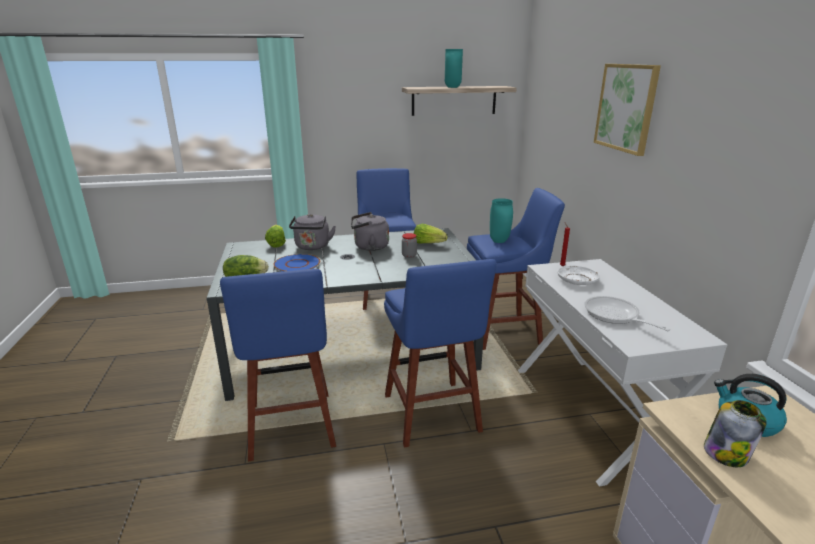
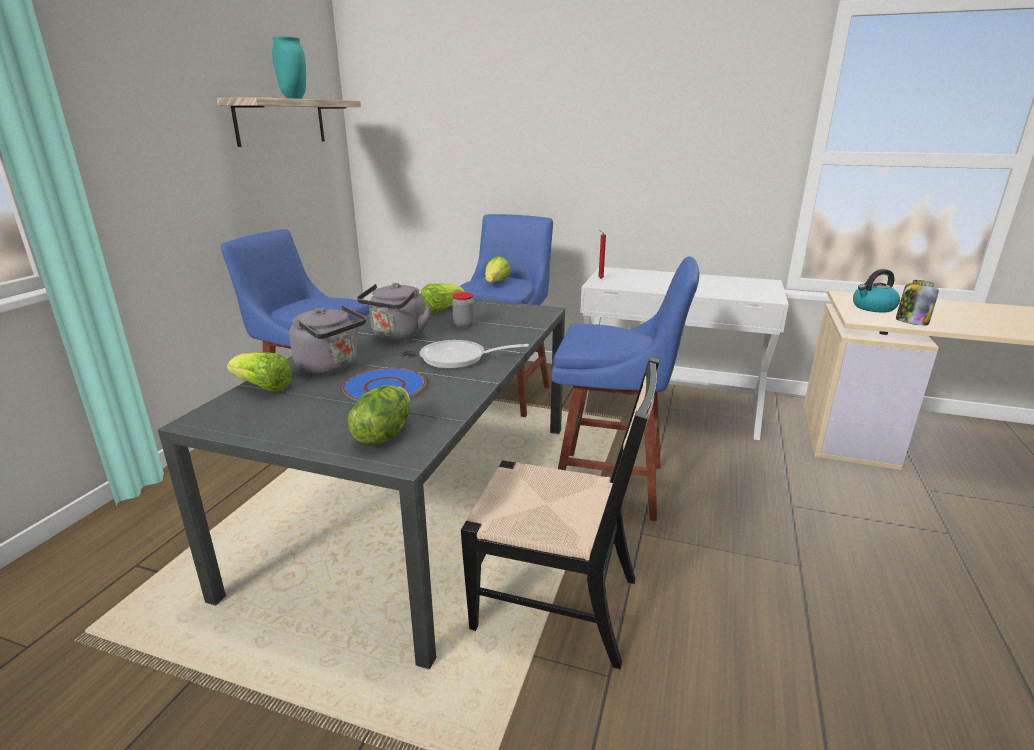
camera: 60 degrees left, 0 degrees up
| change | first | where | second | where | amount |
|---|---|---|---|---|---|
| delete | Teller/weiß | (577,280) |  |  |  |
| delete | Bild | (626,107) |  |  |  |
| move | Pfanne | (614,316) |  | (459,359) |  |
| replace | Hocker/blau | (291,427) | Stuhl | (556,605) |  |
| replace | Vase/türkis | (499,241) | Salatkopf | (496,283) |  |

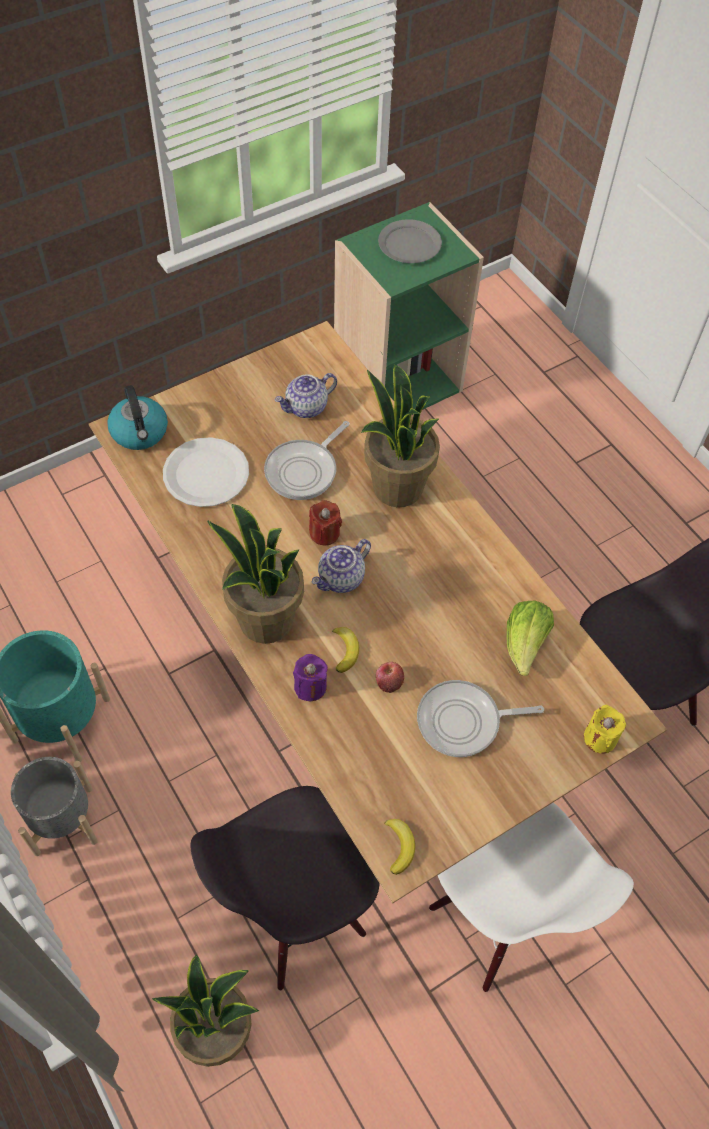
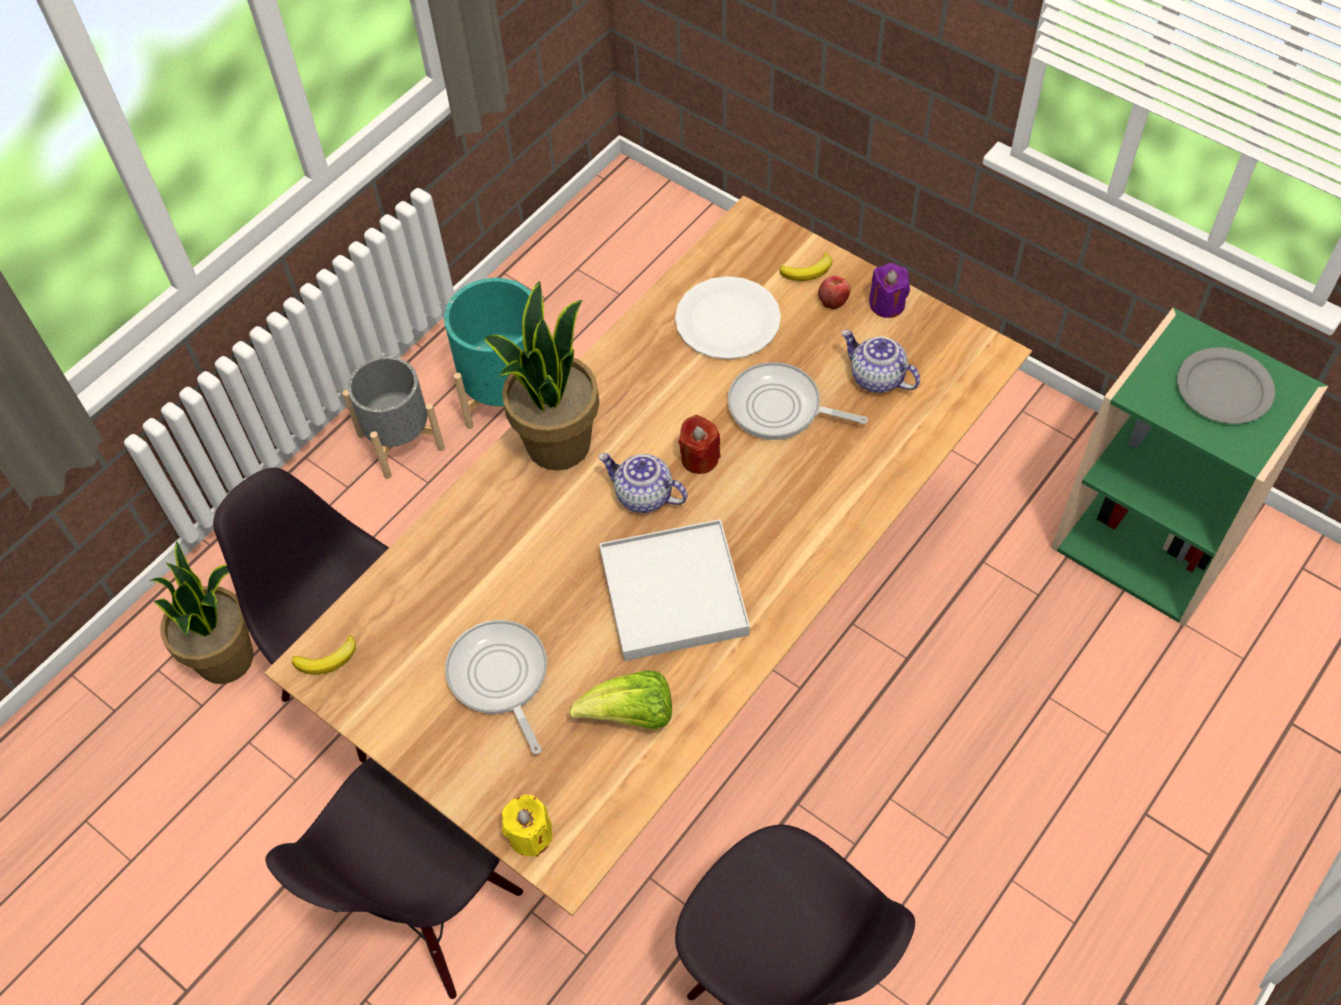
camera: 75 degrees right, 0 degrees up
| change | first | where | second | where | amount |
|---|---|---|---|---|---|
| delete | Wasserkessel | (140,432) |  |  |  |
| delete | Topfpflanze | (396,487) |  |  |  |
| insert |  |  | Tablett/weiß | (674,593) |  |
| move | Kerze/lila | (310,686) |  | (887,304) |  |
| move | Banane | (345,650) |  | (808,271) |  |
| move | Apfel | (389,682) |  | (833,300) |  |
| recolor | Stuhl/weiß | (504,914) | Stuhl/schwarz | (429,905) |  |

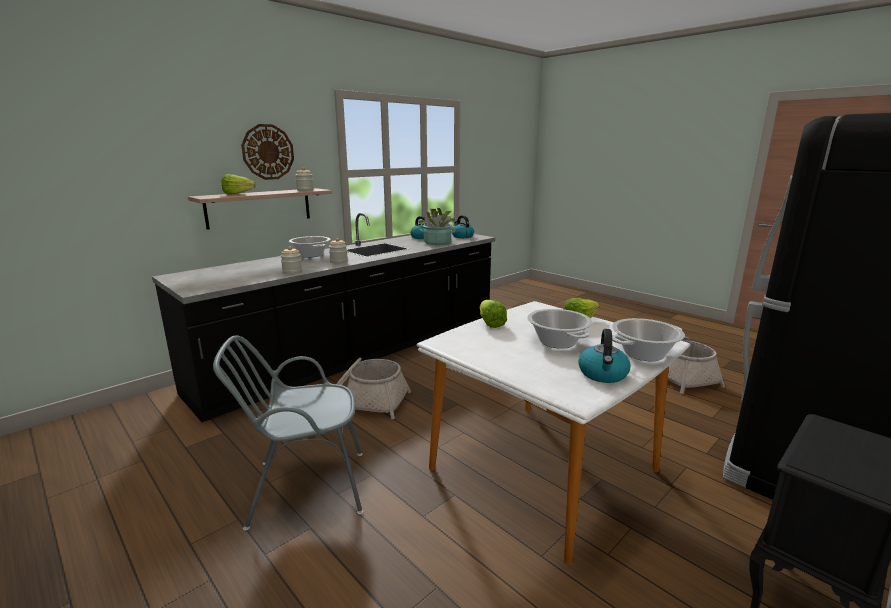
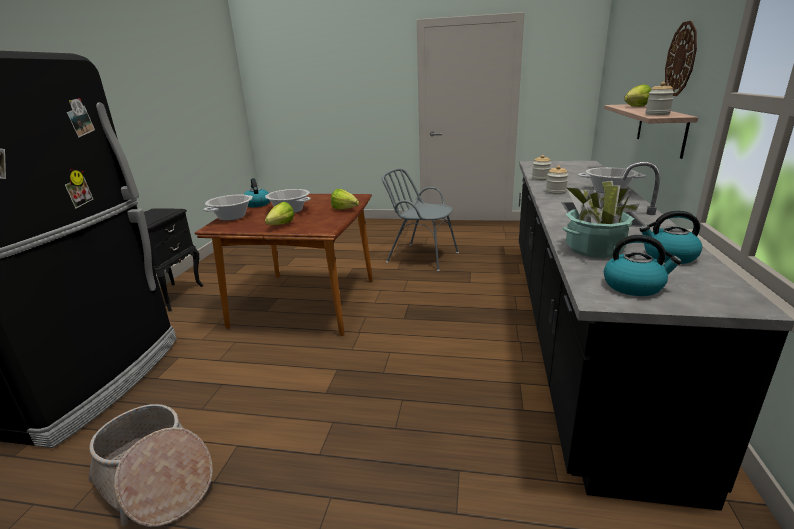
camera: 145 degrees right, 5 degrees up
| change | first | where | second | where | amount |
|---|---|---|---|---|---|
| delete | Korb | (367,401) |  |  |  |
| recolor | Esstisch/weiß | (544,469) | Esstisch/braun | (305,303) |  |
| rotate | Stuhl/grau | (303,487) |  | (420,256) | 105 degrees counterclockwise |

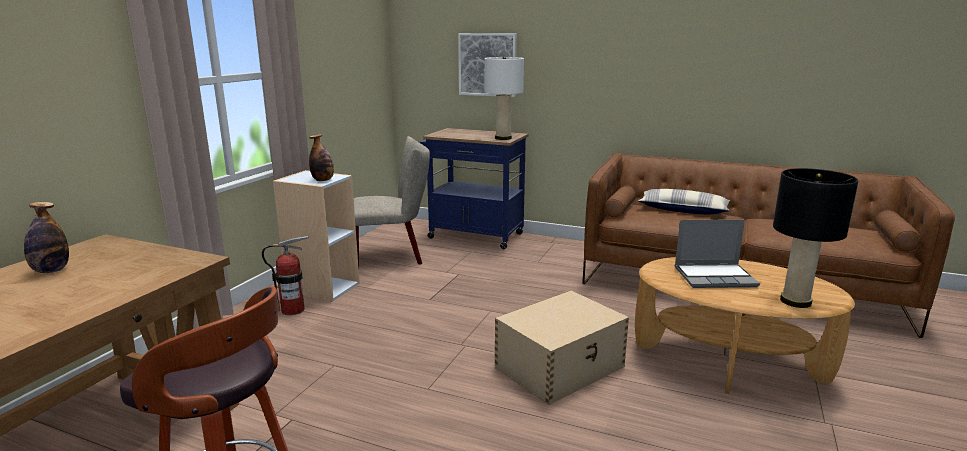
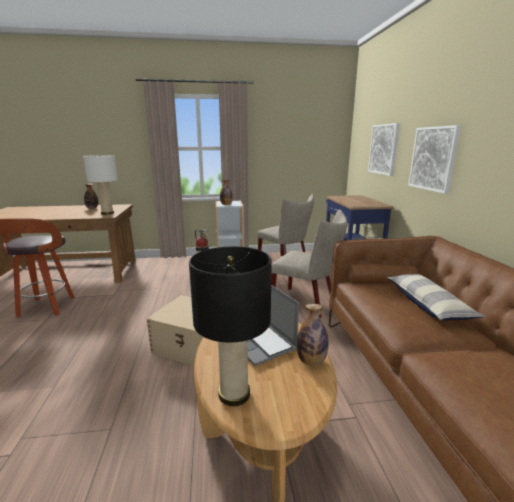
camera: 60 degrees right, 0 degrees up
| change | first | where | second | where | amount |
|---|---|---|---|---|---|
| insert |  |  | Stuhl/beige | (307,303) |  |
| insert |  |  | Flasche | (311,361) |  |
| insert |  |  | Bild | (433,158) |  |
| move | Tischlampe/weiß | (503,138) |  | (107,213) |  |

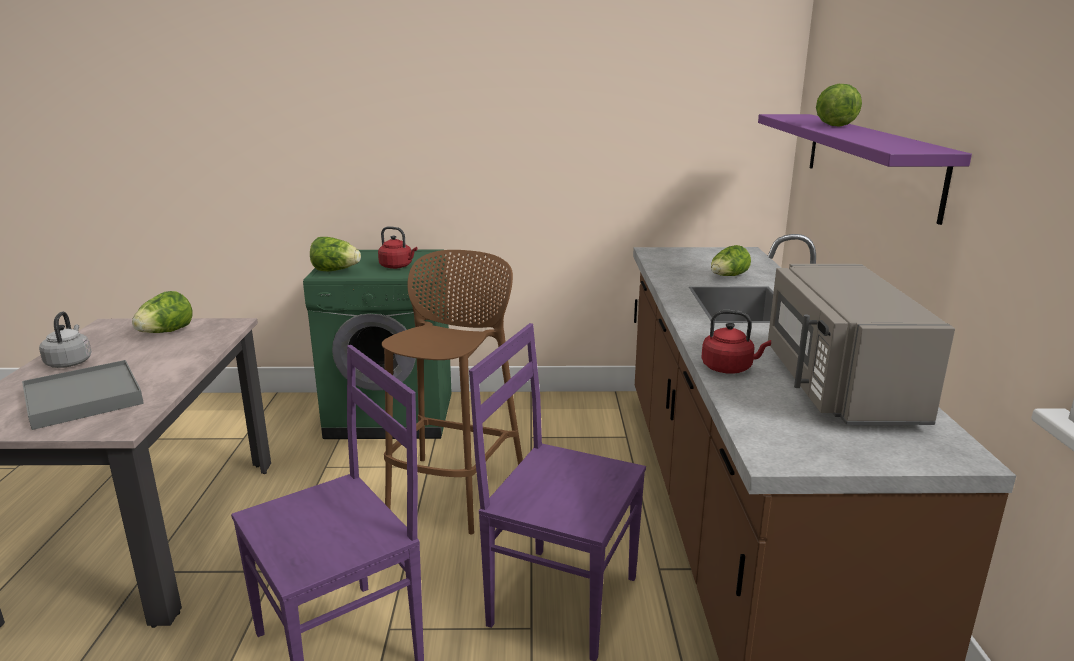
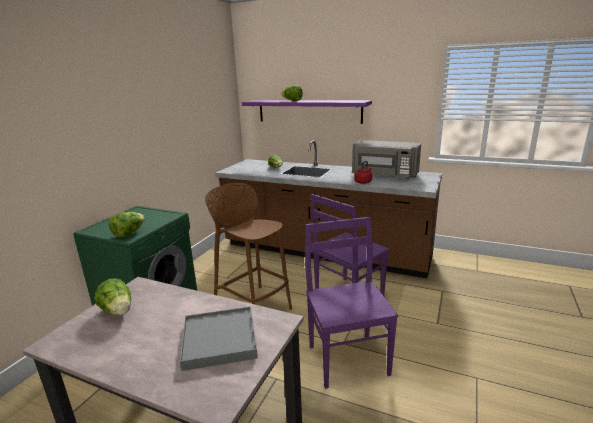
camera: 65 degrees left, 0 degrees up
| change | first | where | second | where | amount |
|---|---|---|---|---|---|
| delete | Wasserkessel/grau | (70,362) |  |  |  |
| delete | Wasserkessel/rot | (397,266) |  |  |  |

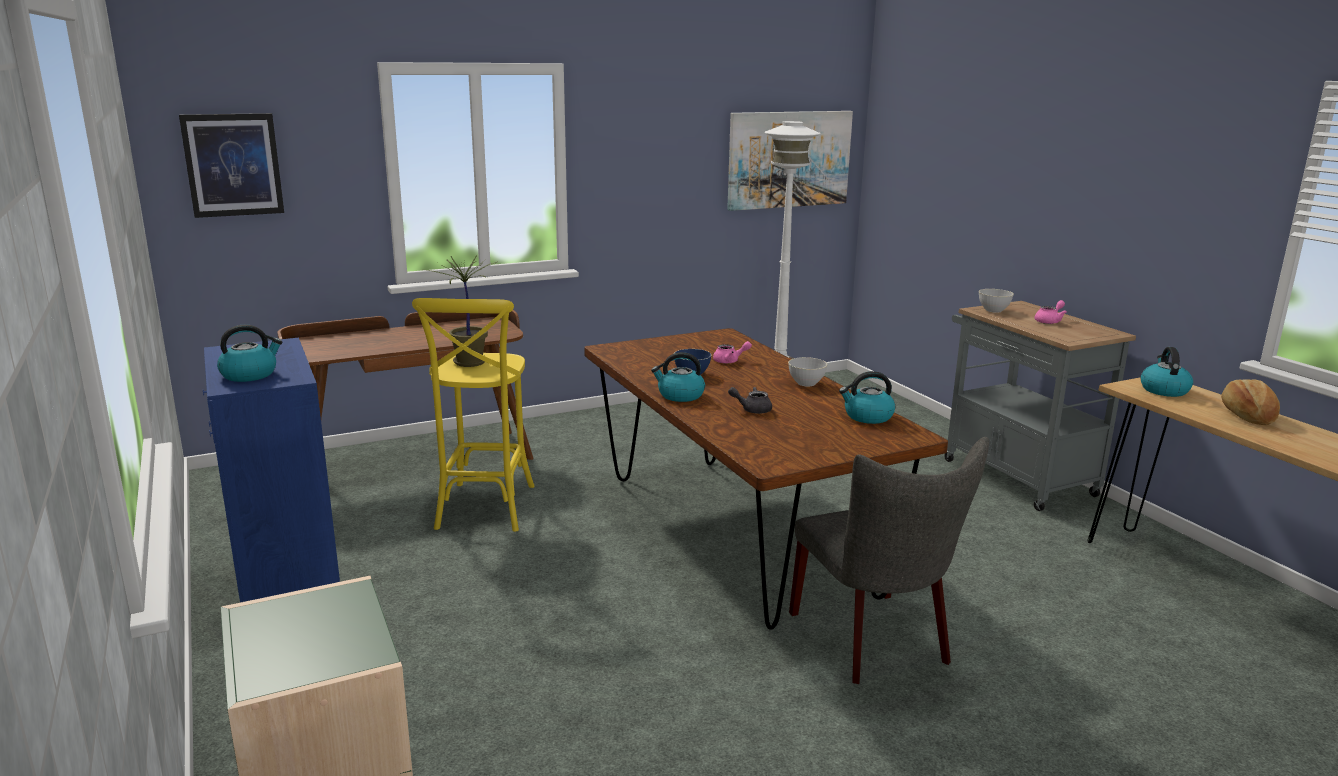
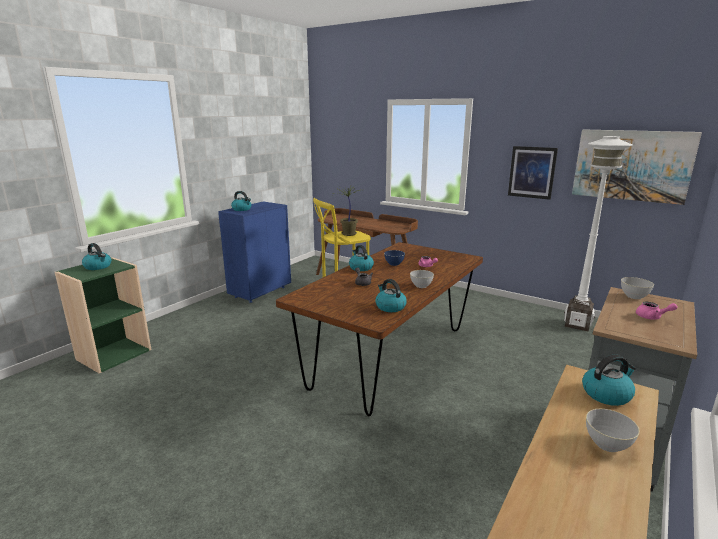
camera: 60 degrees right, 0 degrees up
| change | first | where | second | where | amount |
|---|---|---|---|---|---|
| delete | Stuhl/grau | (875,642) |  |  |  |
| insert |  |  | Wasserkessel | (98,267) |  |
| move | Bild | (233,165) |  | (532,172) |  |
| replace | Brot | (1247,415) | Schüssel/grau | (607,444) |  |

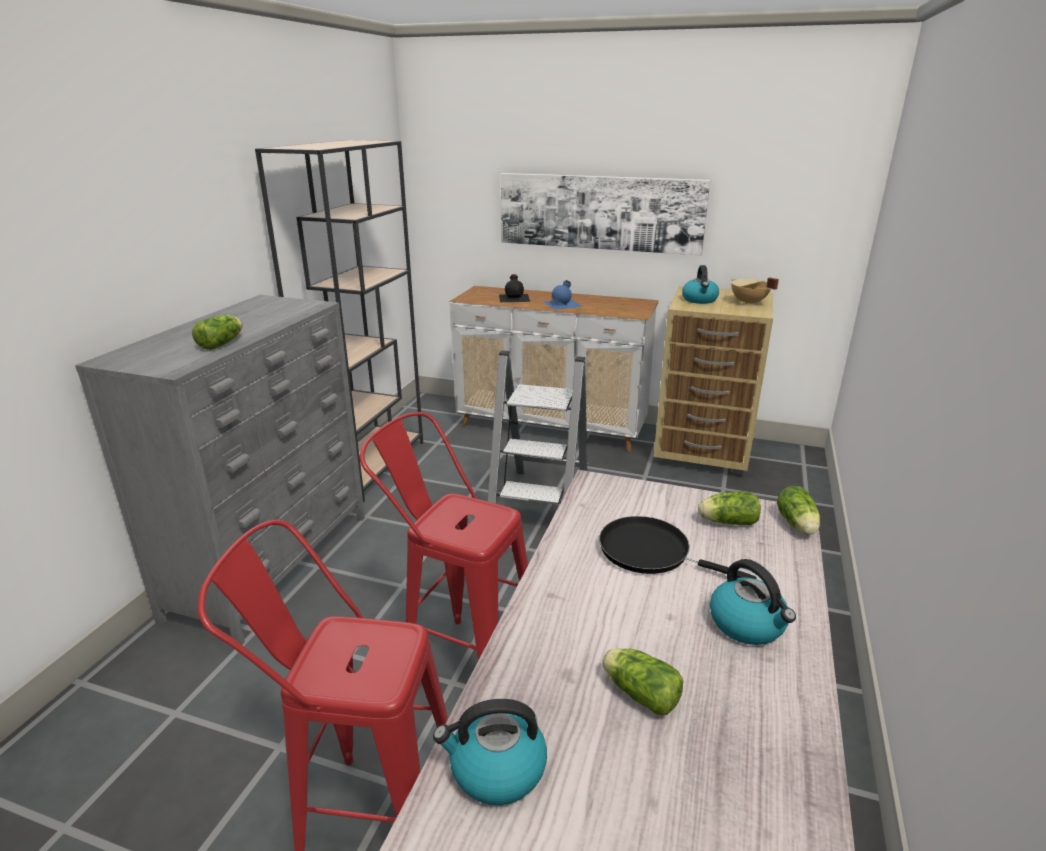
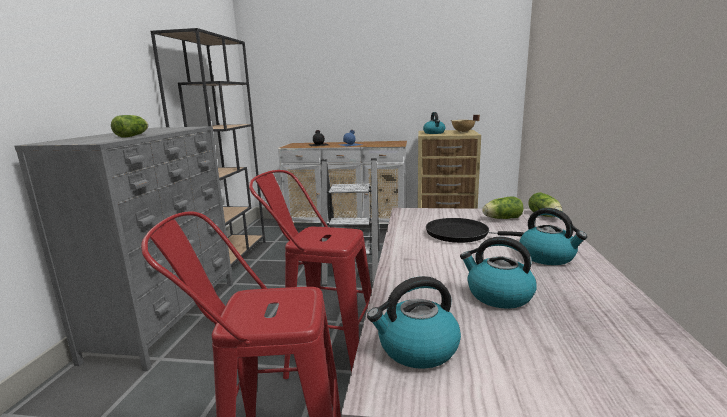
camera: 10 degrees left, 10 degrees down
| change | first | where | second | where | amount |
|---|---|---|---|---|---|
| delete | Bild | (600,212) |  |  |  |
| replace | Salatkopf | (638,692) | Wasserkessel | (498,295) |  |

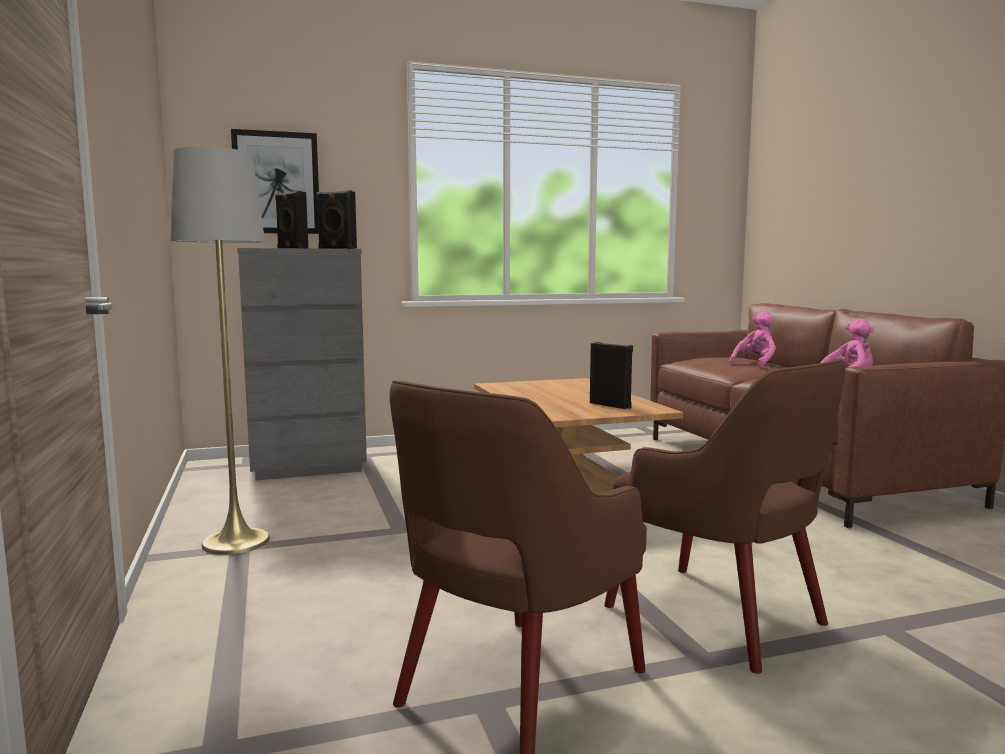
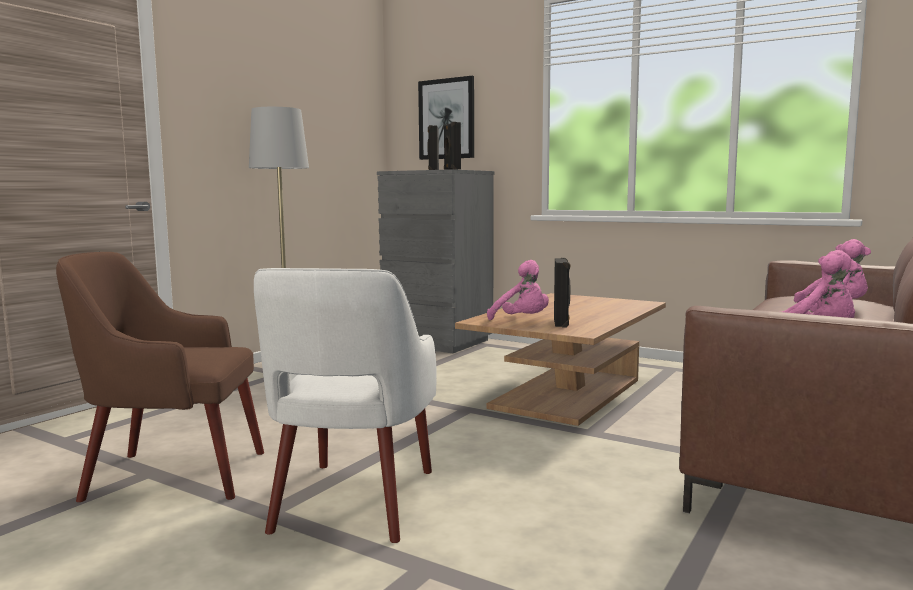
camera: 50 degrees right, 0 degrees up
| change | first | where | second | where | amount |
|---|---|---|---|---|---|
| insert |  |  | Plüschtier/rosa | (522,320) |  |
| recolor | Sessel/braun | (720,617) | Sessel/weiß | (353,502) |  |

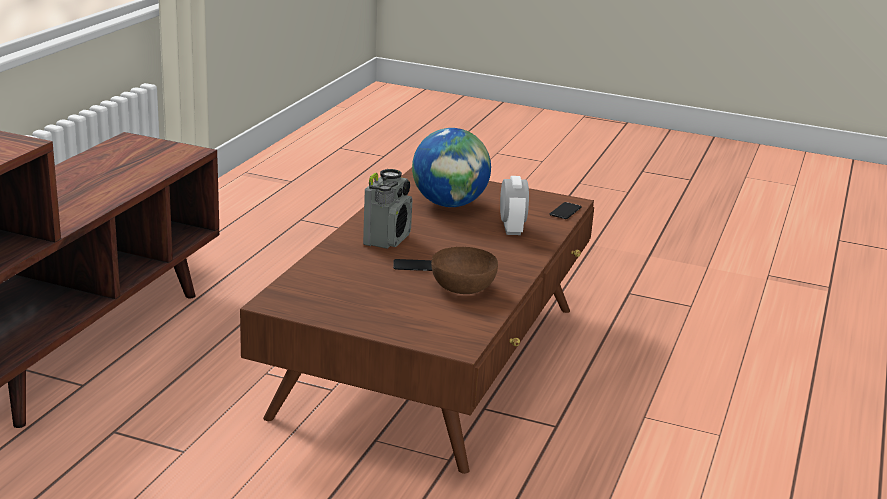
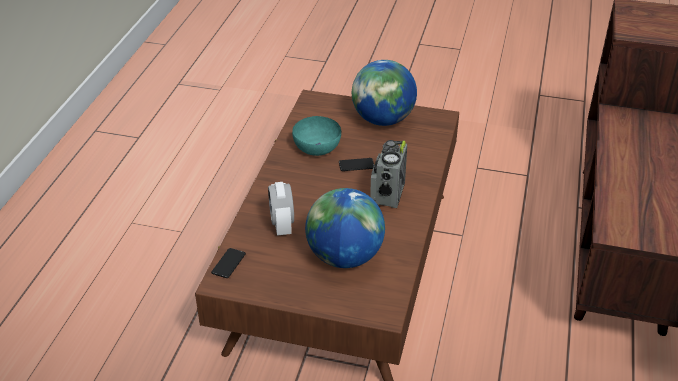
camera: 175 degrees right, 15 degrees up
| change | first | where | second | where | amount |
|---|---|---|---|---|---|
| insert |  |  | Globus | (383,120) |  |
| recolor | Schüssel/braun | (463,287) | Schüssel/türkis | (316,147) |  |

